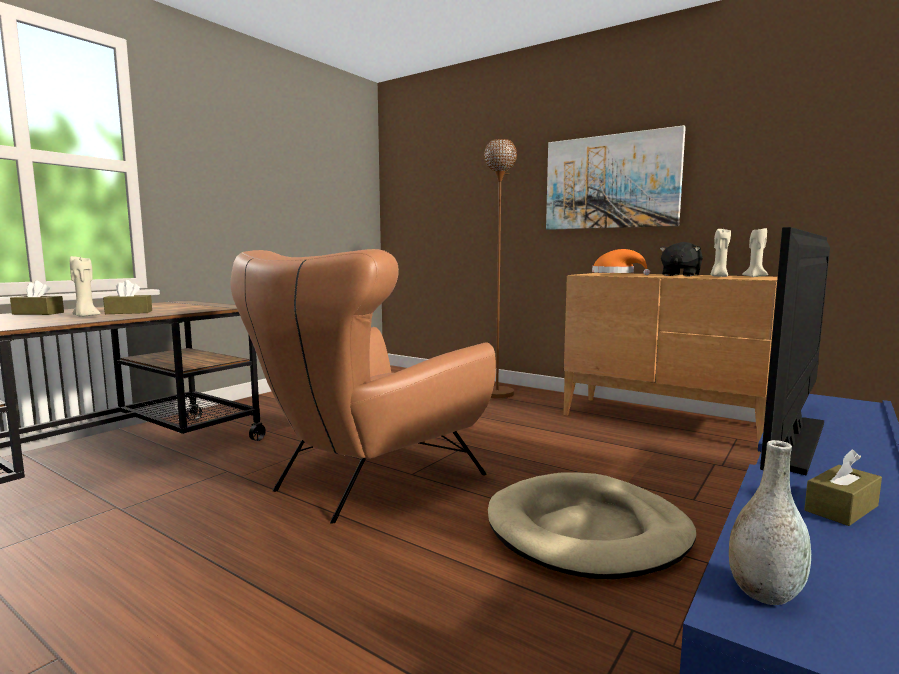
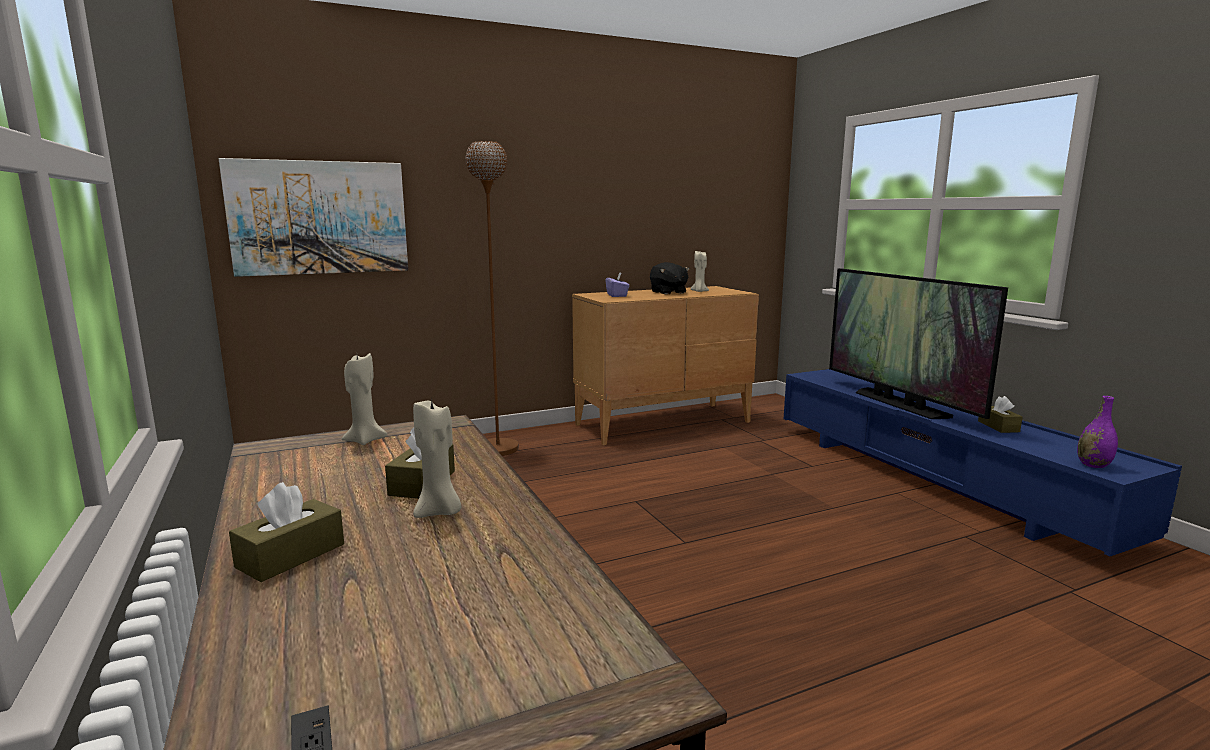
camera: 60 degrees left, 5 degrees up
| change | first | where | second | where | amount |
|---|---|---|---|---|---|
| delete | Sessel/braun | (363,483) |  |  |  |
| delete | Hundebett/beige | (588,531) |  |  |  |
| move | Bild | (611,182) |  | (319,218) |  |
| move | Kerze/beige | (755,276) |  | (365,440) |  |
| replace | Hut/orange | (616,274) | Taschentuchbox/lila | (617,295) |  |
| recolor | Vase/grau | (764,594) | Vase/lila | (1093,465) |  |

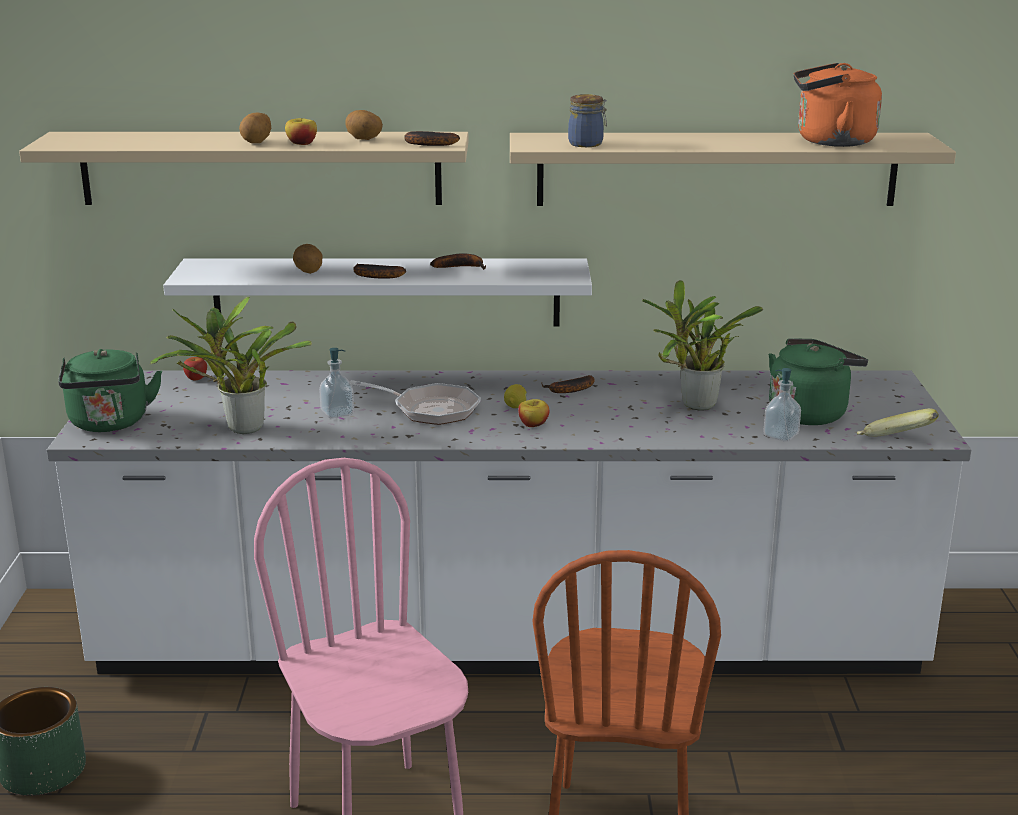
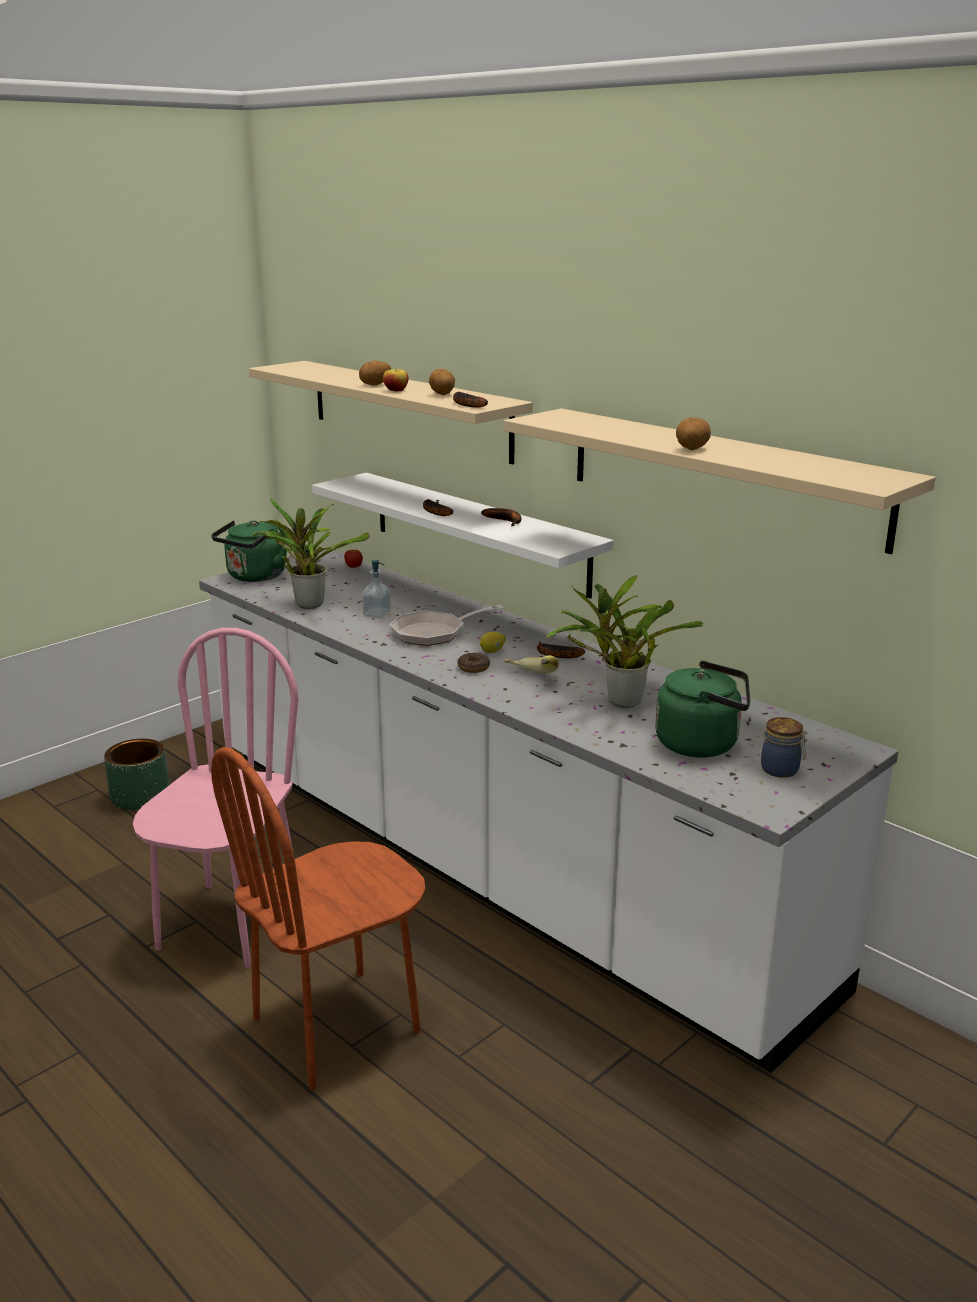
camera: 45 degrees right, 0 degrees up
| change | first | where | second | where | amount |
|---|---|---|---|---|---|
| delete | Seifenspender | (780,435) |  |  |  |
| delete | Wasserkessel/orange | (830,142) |  |  |  |
| move | Kartoffel | (308,272) |  | (691,449) |  |
| move | Vorratsglas | (587,144) |  | (781,770) |  |
| move | Banane | (894,442) |  | (529,678) |  |
| replace | Apfel | (533,424) | Donut | (473,667) |  |
| rotate | Pfanne | (429,410) |  | (434,633) | 90 degrees clockwise |

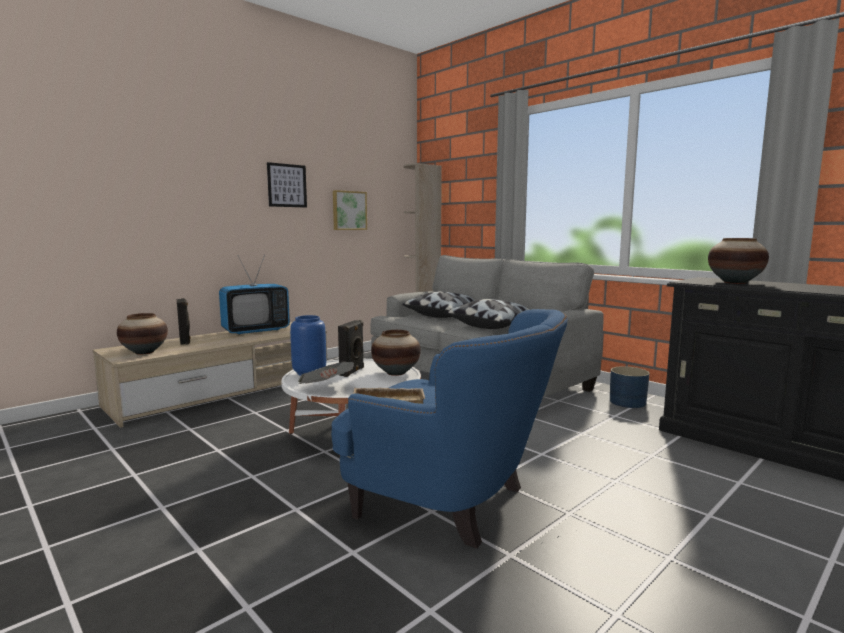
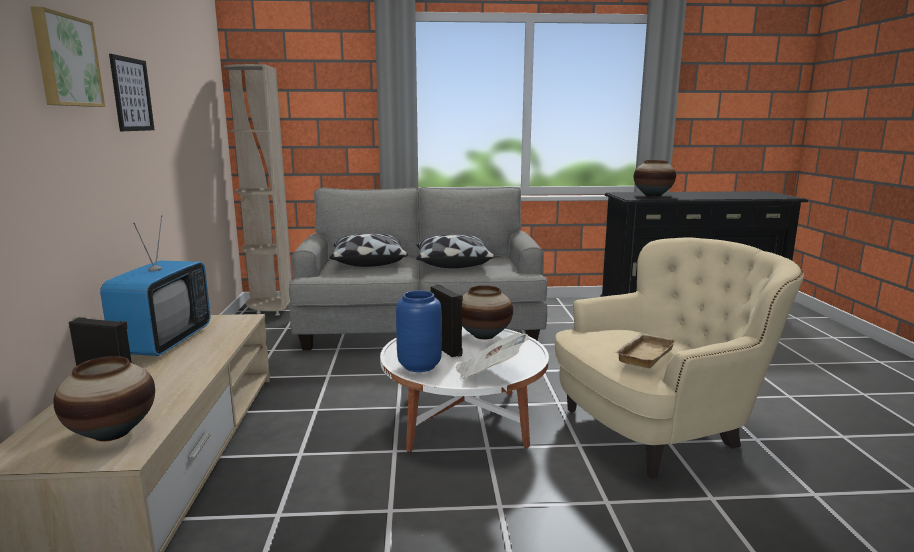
camera: 50 degrees left, 5 degrees up
| change | first | where | second | where | amount |
|---|---|---|---|---|---|
| delete | Pflanzkübel/blau | (628,402) |  |  |  |
| move | Bild | (349,210) |  | (65,61) |  |
| recolor | Sessel/blau | (451,501) | Sessel/beige | (659,429) |  |

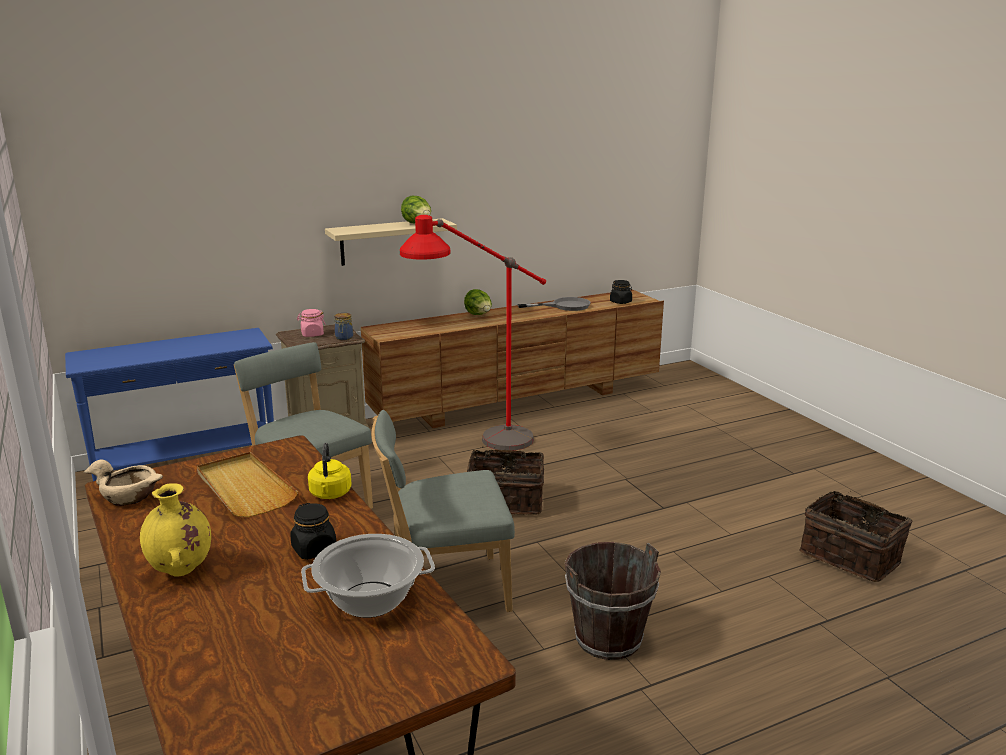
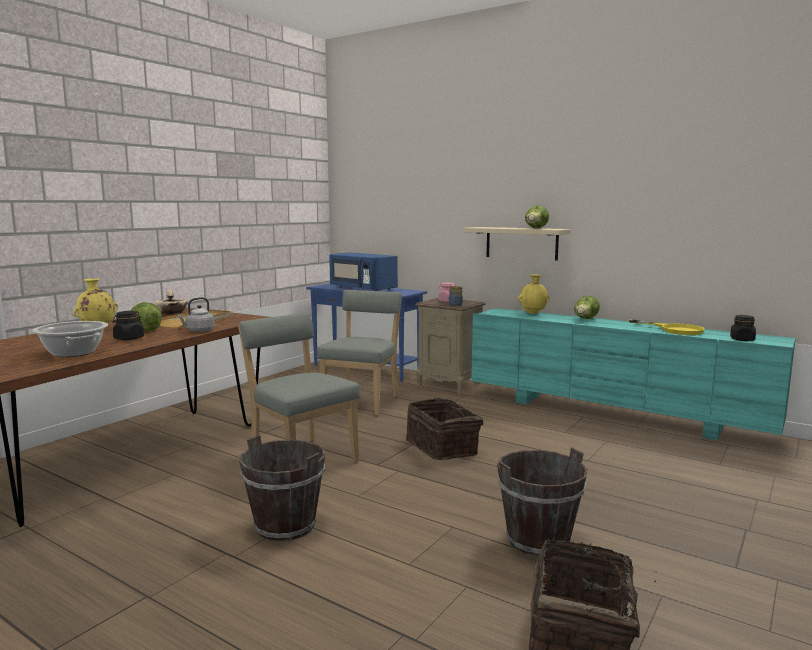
camera: 60 degrees right, 10 degrees down
| change | first | where | second | where | amount |
|---|---|---|---|---|---|
| delete | Stehlampe/rot | (478,449) |  |  |  |
| insert |  |  | Salatkopf | (145,330) |  |
| insert |  |  | Mikrowelle/blau | (361,288) |  |
| insert |  |  | Eimer/braun | (538,541) |  |
| insert |  |  | Vase/gelb | (533,313) |  |
| recolor | Wasserkessel/gelb | (330,494) | Wasserkessel/grau | (198,331) |  |
| recolor | Schrank/braun | (518,403) | Schrank/türkis | (613,414) |  |
| recolor | Pfanne/grau | (564,306) | Pfanne/gelb | (675,330) |  |

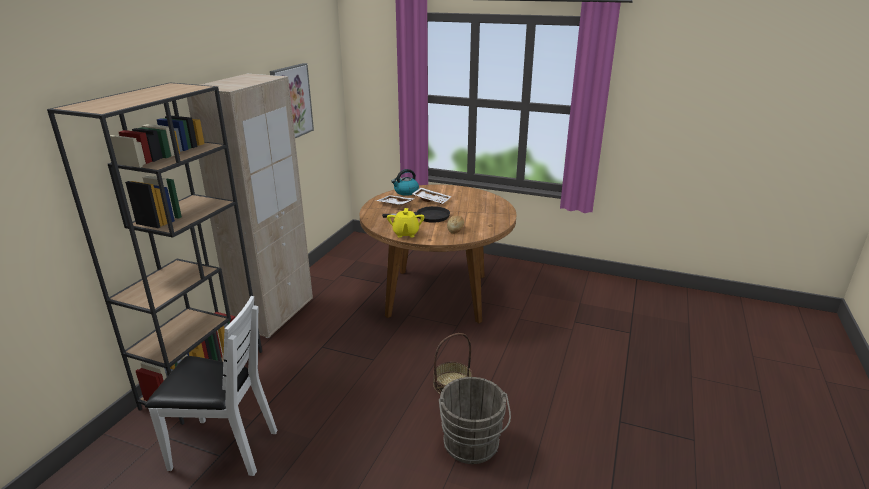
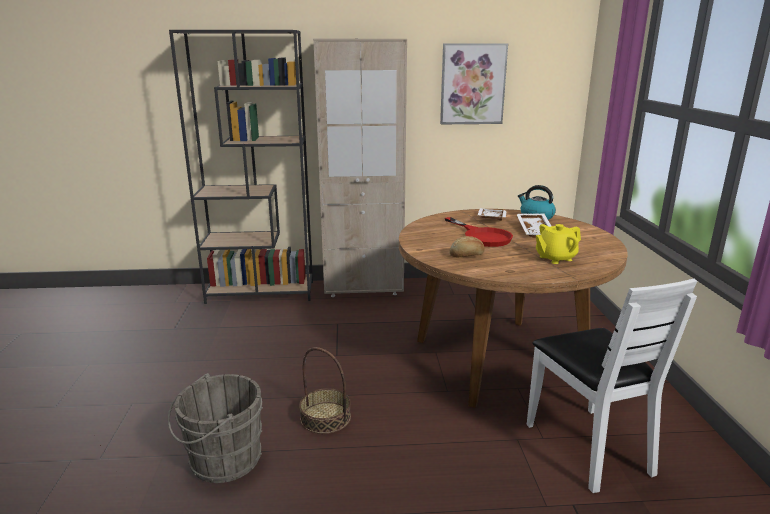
camera: 65 degrees right, 5 degrees down
| change | first | where | second | where | amount |
|---|---|---|---|---|---|
| move | Stuhl/weiß | (224,448) |  | (588,447) |  |
| move | Teekanne/gelb | (405,234) |  | (555,258) |  |
| recolor | Pfanne/schwarz | (426,216) | Pfanne/rot | (482,236) |  |

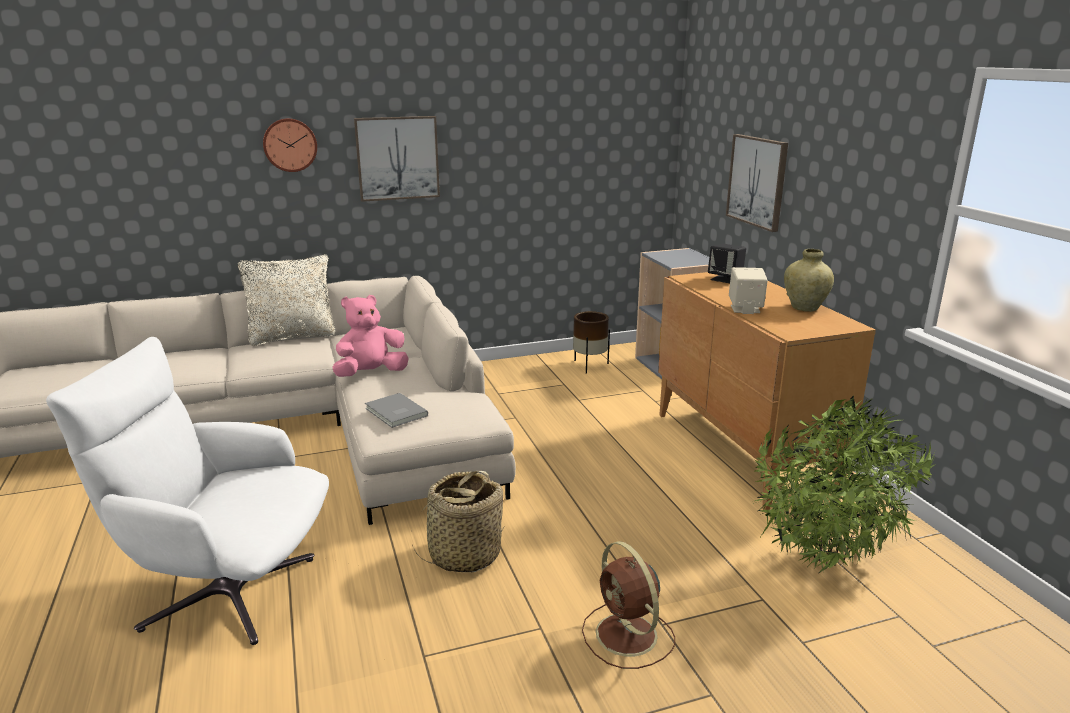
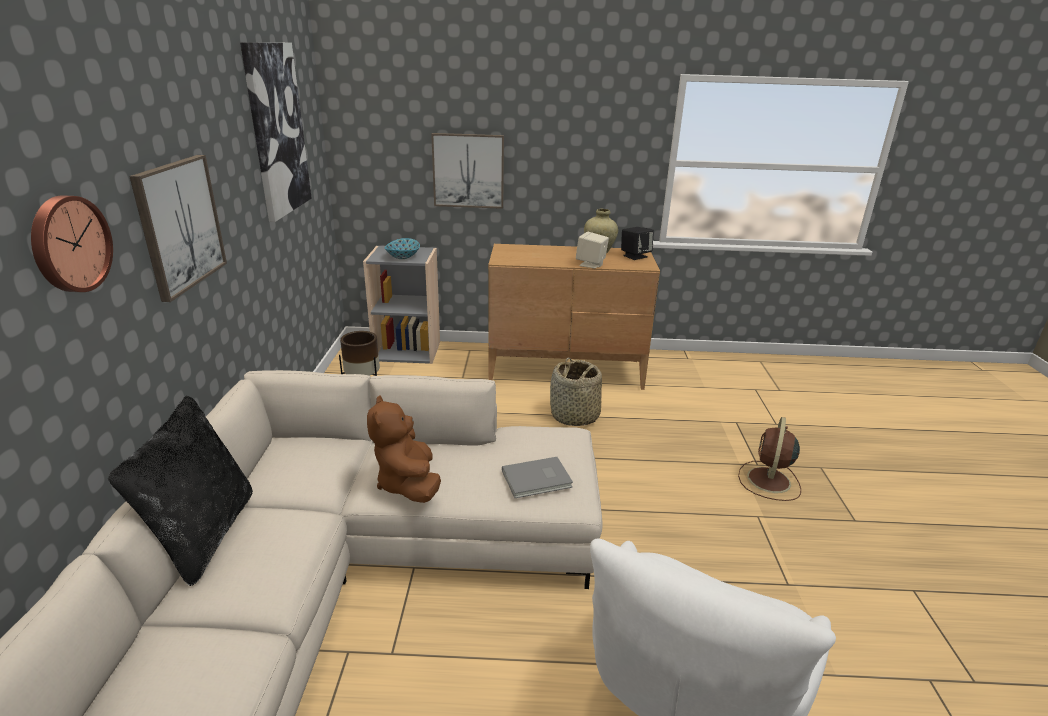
camera: 70 degrees left, 5 degrees up
| change | first | where | second | where | amount |
|---|---|---|---|---|---|
| delete | Topfpflanze | (827,561) |  |  |  |
| insert |  |  | Bild | (276,130) |  |
| insert |  |  | Schüssel | (403,257) |  |
| move | Korb | (464,554) |  | (574,416) |  |
| move | Lautsprecher/schwarz | (725,279) |  | (635,256) |  |
| recolor | Kissen/beige | (293,338) | Kissen/schwarz | (206,536) |  |
| recolor | Plüschtier/rosa | (371,373) | Plüschtier/braun | (408,484) |  |
| rotate | Ventilator/braun | (628,636) |  | (768,481) | 120 degrees clockwise |

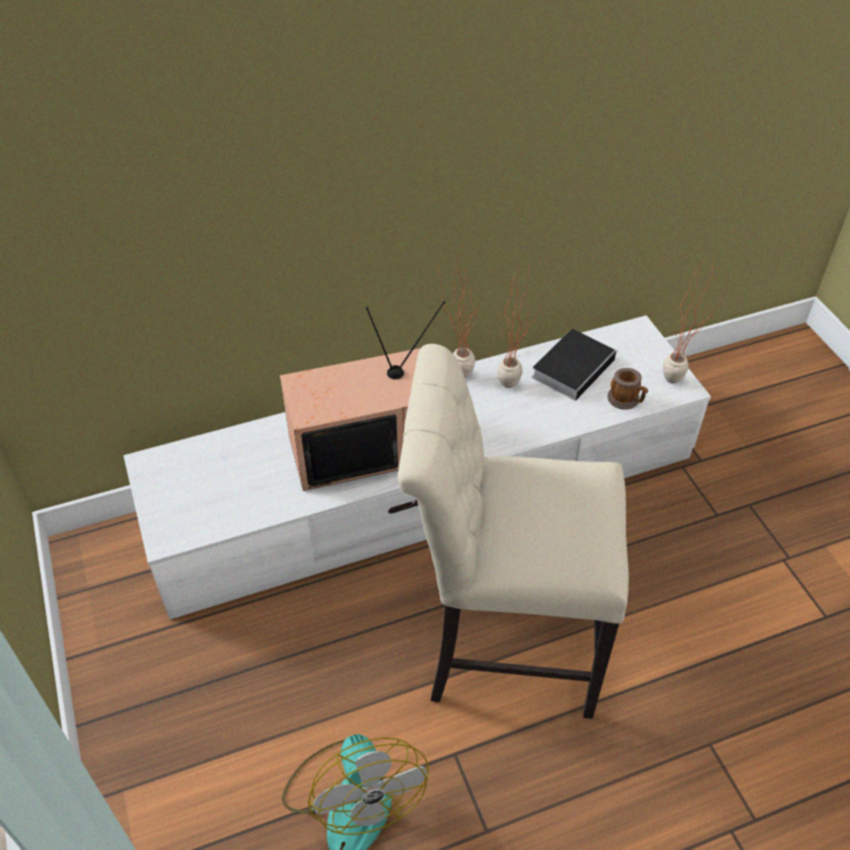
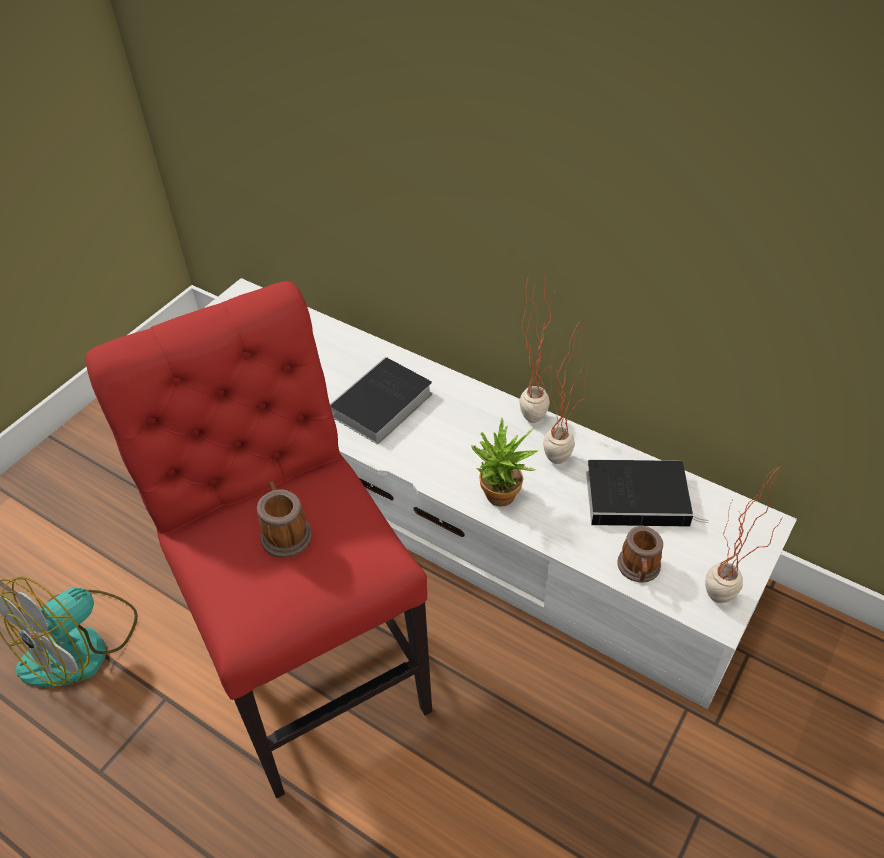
camera: 55 degrees right, 0 degrees up
| change | first | where | second | where | amount |
|---|---|---|---|---|---|
| insert |  |  | Henkelbecher | (285,532) |  |
| insert |  |  | Topfpflanze | (500,500) |  |
| replace | Fernseher | (370,445) | Buch | (380,407) |  |
| recolor | Hocker/beige | (502,642) | Hocker/rot | (313,666) |  |

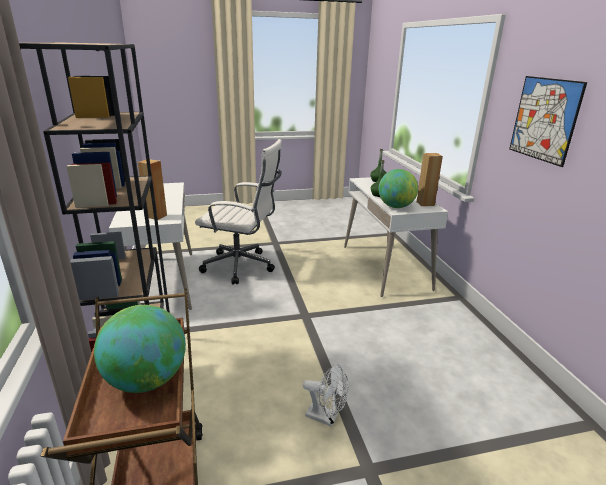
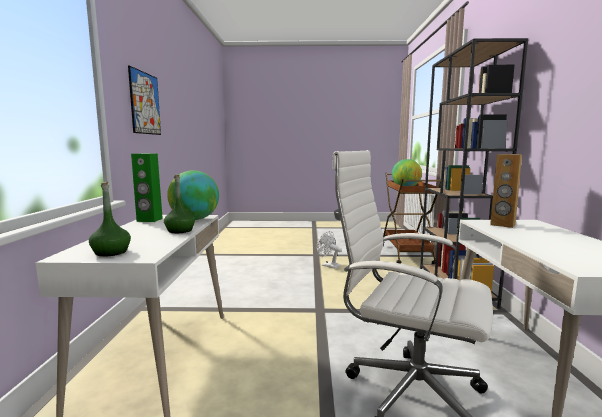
camera: 165 degrees left, 15 degrees down
| change | first | where | second | where | amount |
|---|---|---|---|---|---|
| recolor | Lautsprecher/braun | (425,203) | Lautsprecher/grün | (149,220) |  |

